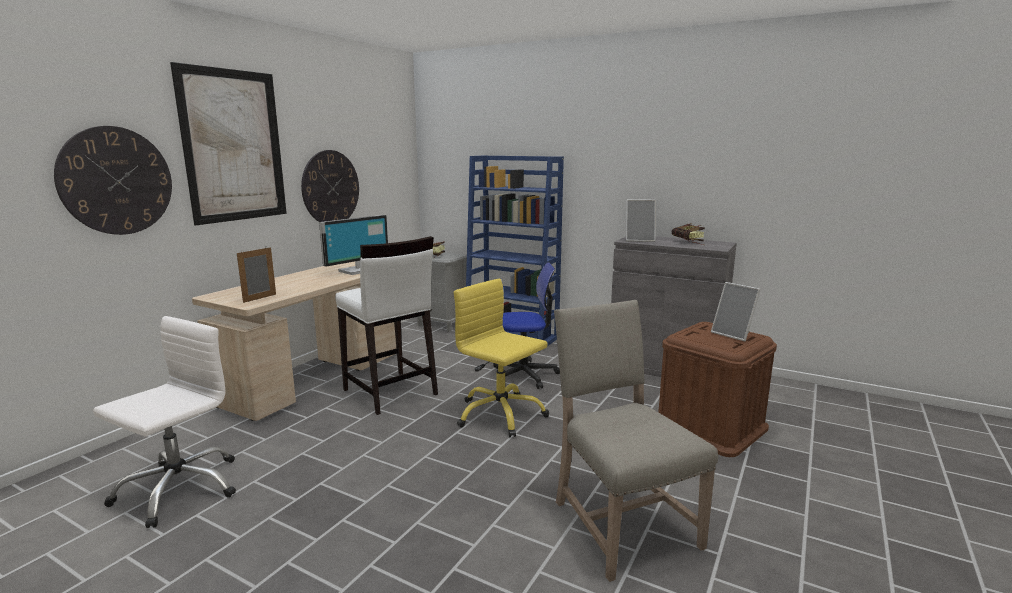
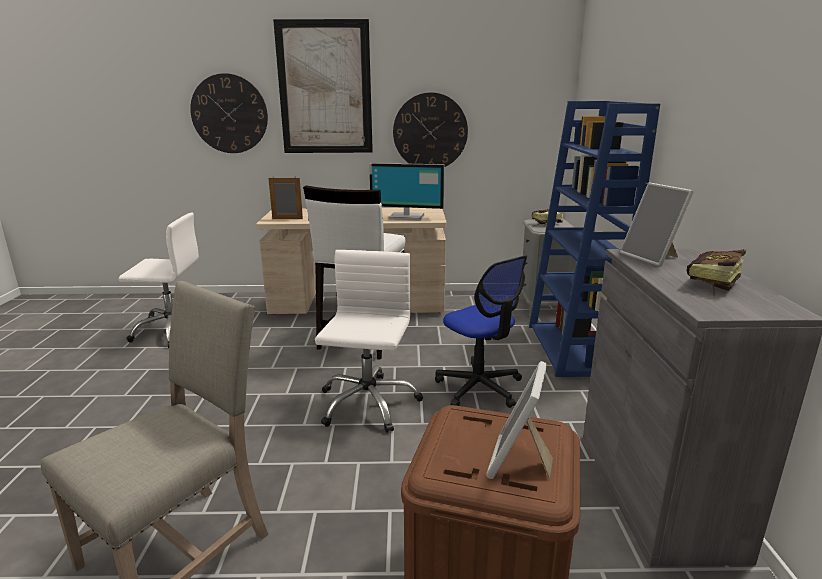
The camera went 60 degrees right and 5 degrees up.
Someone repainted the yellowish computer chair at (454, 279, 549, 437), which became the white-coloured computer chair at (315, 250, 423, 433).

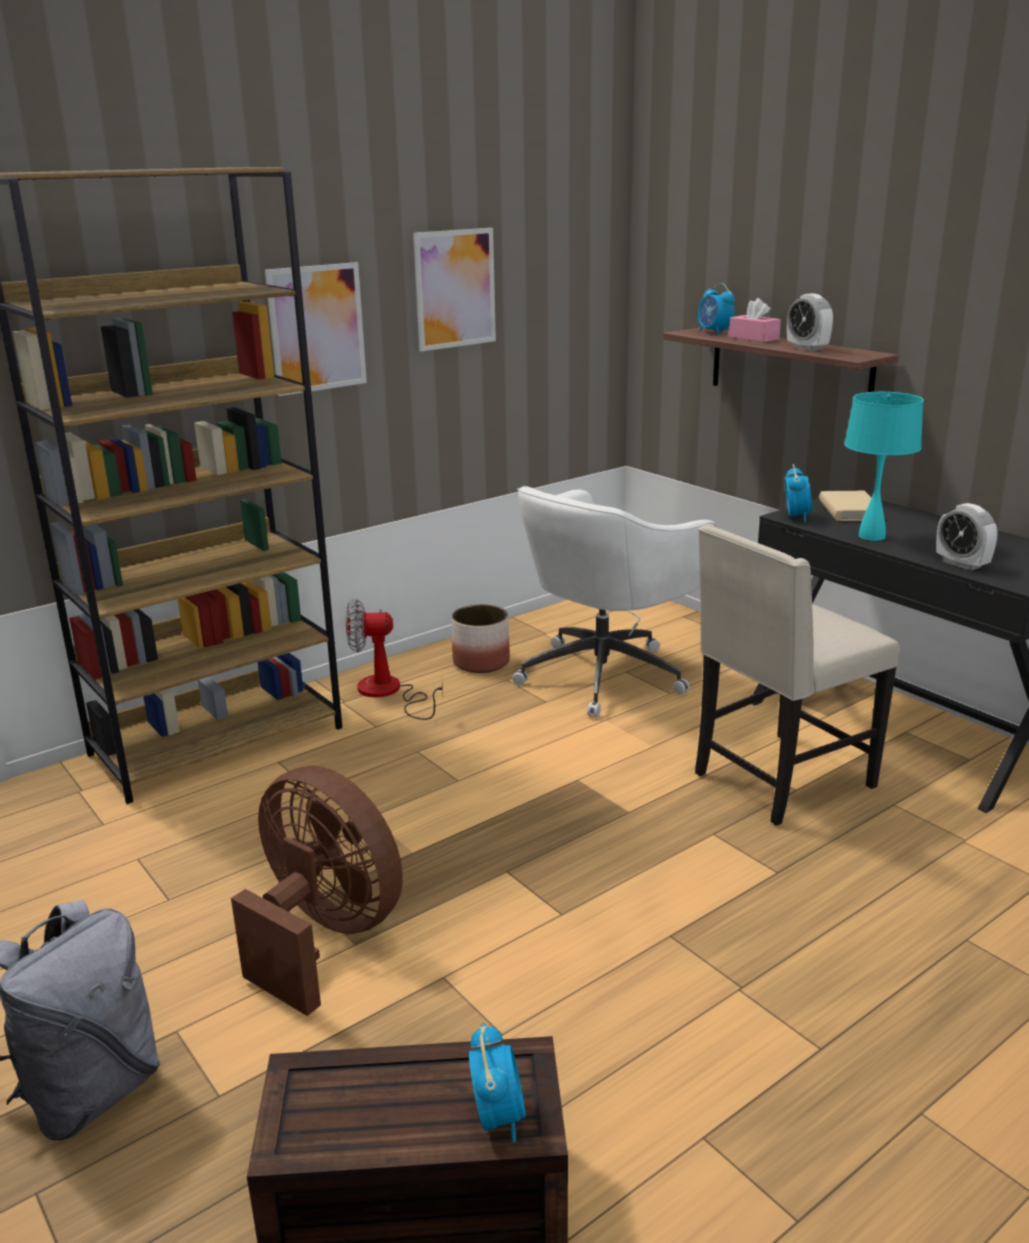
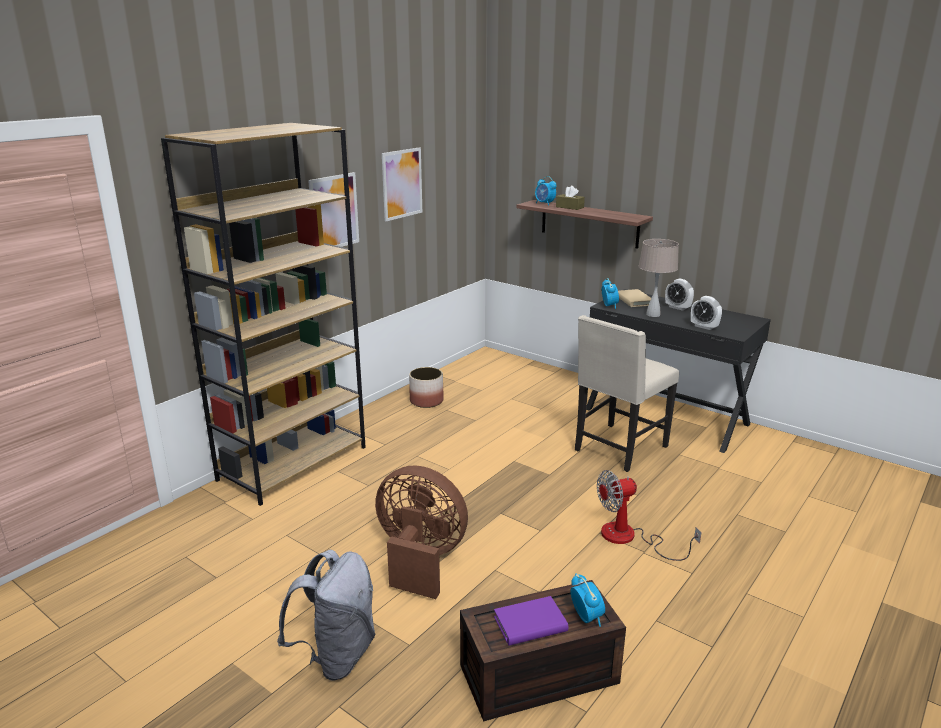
The camera went 15 degrees left and 0 degrees up.
Someone put down the purplish bound book at (494, 596, 568, 646).
Someone repainted the pinkish tissue holder at (729, 298, 781, 342), which became the brownish tissue holder at (556, 186, 585, 210).
Someone carried the cooling fan from (346, 598, 443, 720) to (597, 470, 701, 561).
Someone repainted the turquoise-coloured table lamp at (844, 392, 924, 541), which became the sand-coloured table lamp at (638, 239, 679, 317).
Someone carried the alarm clock from (787, 294, 833, 351) to (665, 279, 694, 311).
Someone took away the white-coloured computer chair at (512, 486, 718, 718).

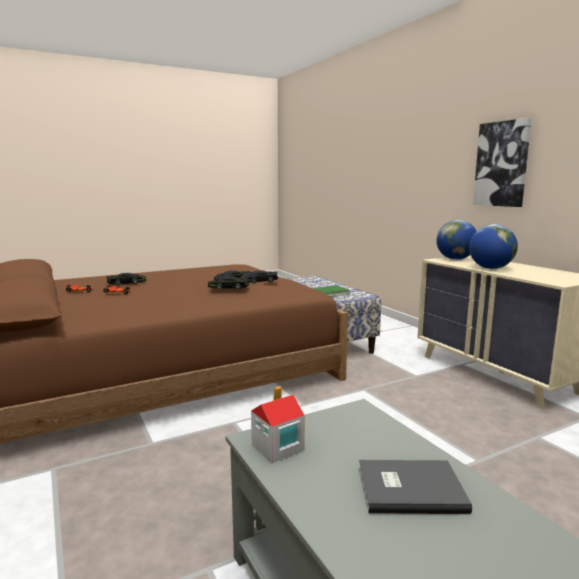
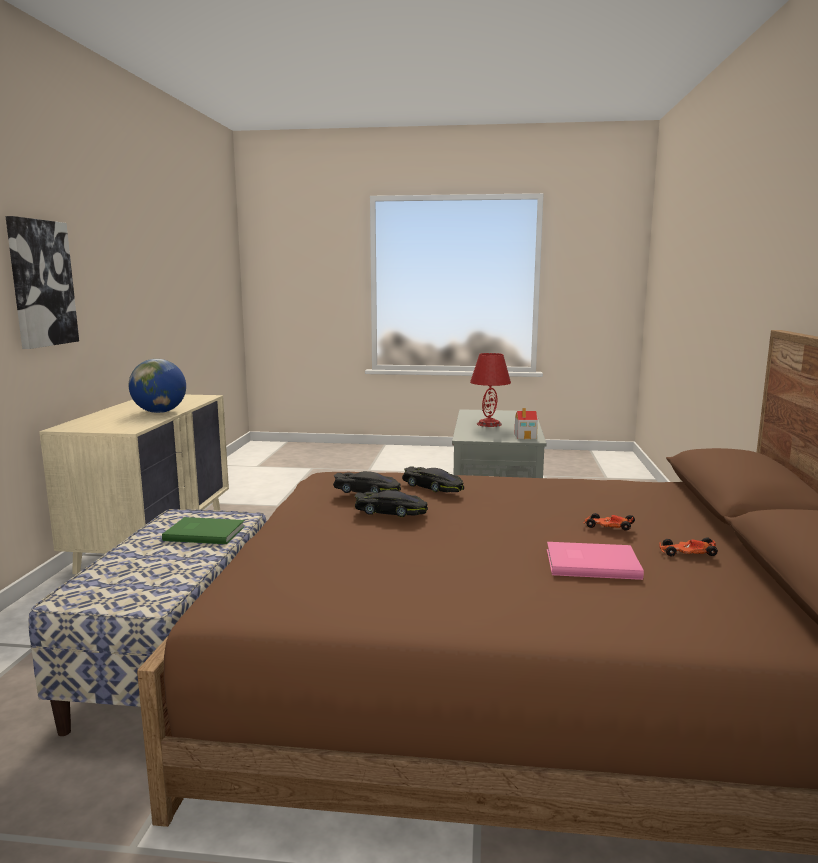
The camera went 145 degrees left and 0 degrees up.
Someone swapped the grey bound book at (359, 460, 472, 514) for the red table lamp at (470, 353, 511, 427).
Someone swapped the black-coloured model car at (106, 273, 146, 285) for the pinkish bound book at (547, 542, 644, 580).
Someone took away the world globe at (436, 220, 476, 260).

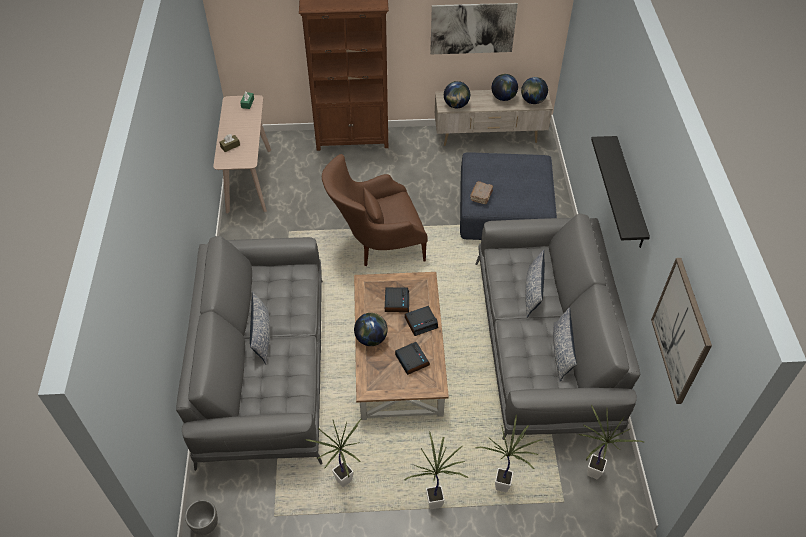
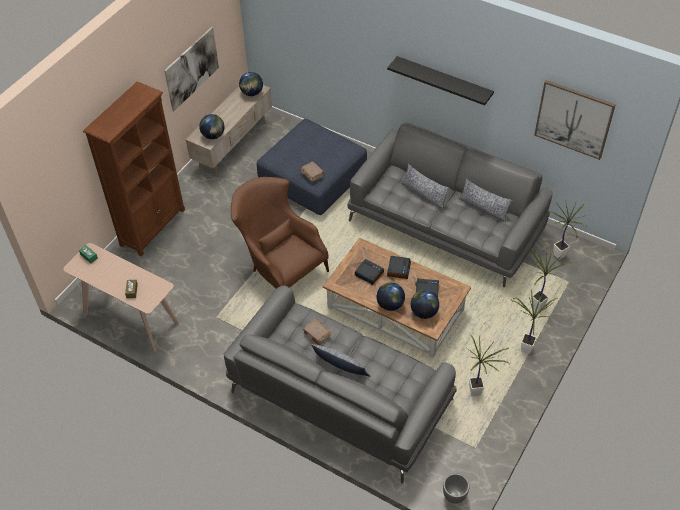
The camera went 55 degrees left and 0 degrees up.
Someone rotated the brownish easy chair at (322, 154, 428, 266) by 120 degrees clockwise.
Someone put down the brownish bound book at (303, 319, 331, 345).
Someone carried the world globe from (492, 74, 518, 101) to (411, 290, 439, 319).

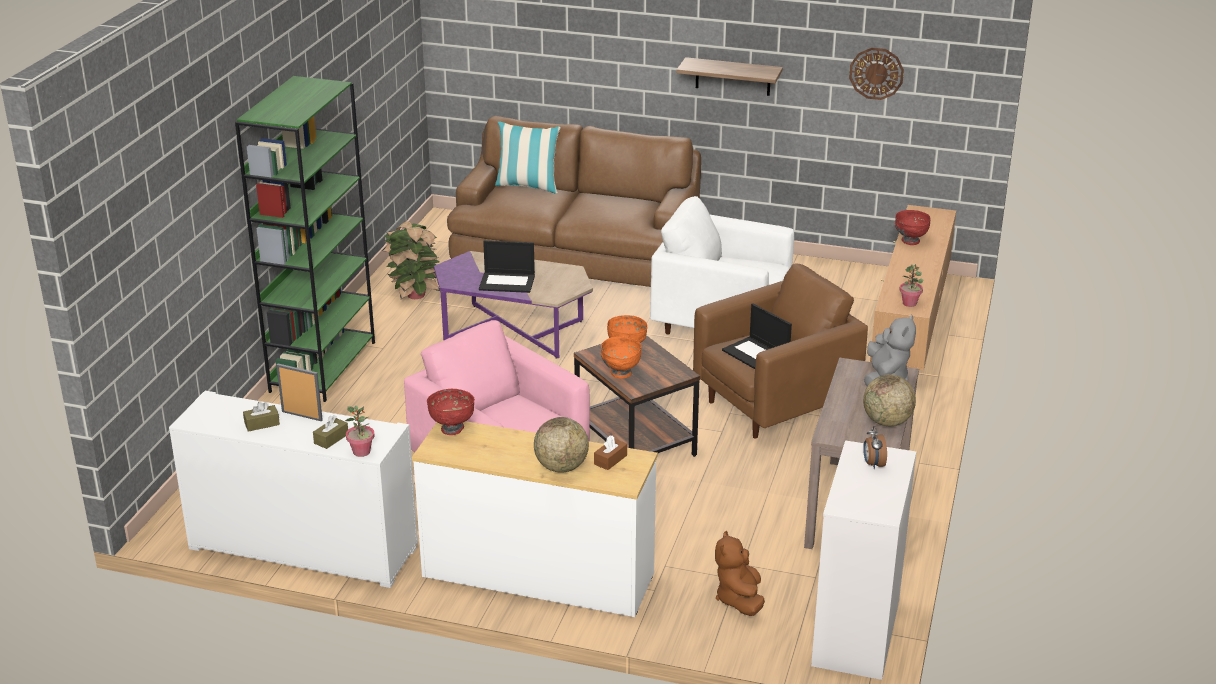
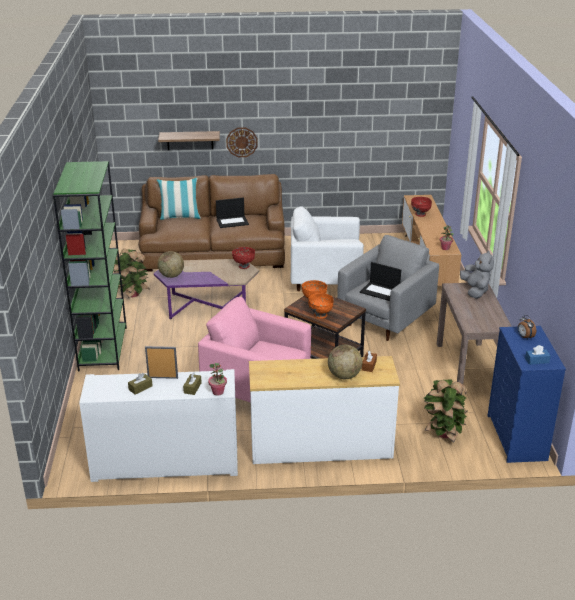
The camera went 20 degrees left and 0 degrees up.
Someone carried the shelf from (676, 57, 783, 96) to (158, 131, 220, 150).
Someone carried the world globe from (863, 374, 916, 426) to (158, 251, 184, 278).
Someone carried the notebook computer from (479, 240, 535, 293) to (216, 197, 249, 228).
Someone carried the clock on the wall from (849, 48, 904, 100) to (226, 127, 258, 157).
Someone carried the red serving bowl from (427, 389, 475, 435) to (232, 247, 255, 269).
Someone repainted the brownish easy chair at (693, 263, 868, 438), which became the grey easy chair at (337, 235, 439, 341).
Someone swapped the brownish soft toy at (715, 531, 765, 616) for the plant in a pot at (424, 379, 467, 442).
Someone repainted the white-coloured chest of drawers at (811, 440, 916, 680), which became the blue-coloured chest of drawers at (487, 326, 566, 463).
Someone put down the blue-coloured tissue holder at (525, 345, 551, 365).

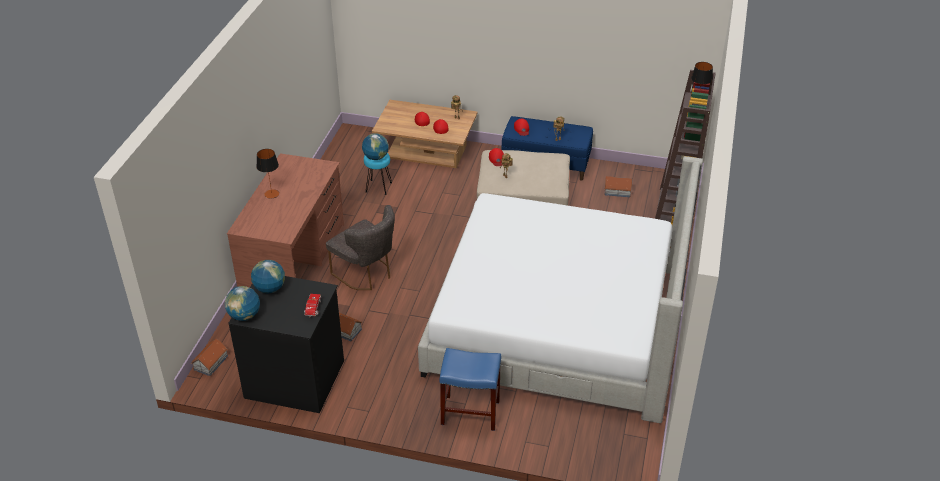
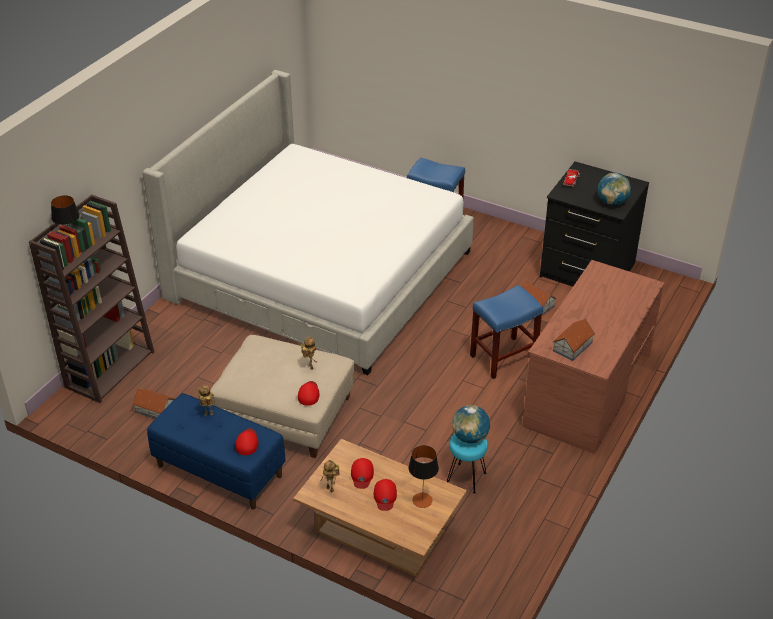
The camera went 165 degrees left and 0 degrees up.
Someone carried the table lamp from (256, 149, 279, 198) to (409, 445, 439, 508).
Someone swapped the grey chair at (326, 205, 395, 290) for the blue-coloured sitting stool at (470, 285, 543, 379).
Someone carried the toy house from (191, 338, 228, 376) to (553, 319, 595, 361).
Someone took away the world globe at (225, 286, 260, 321).

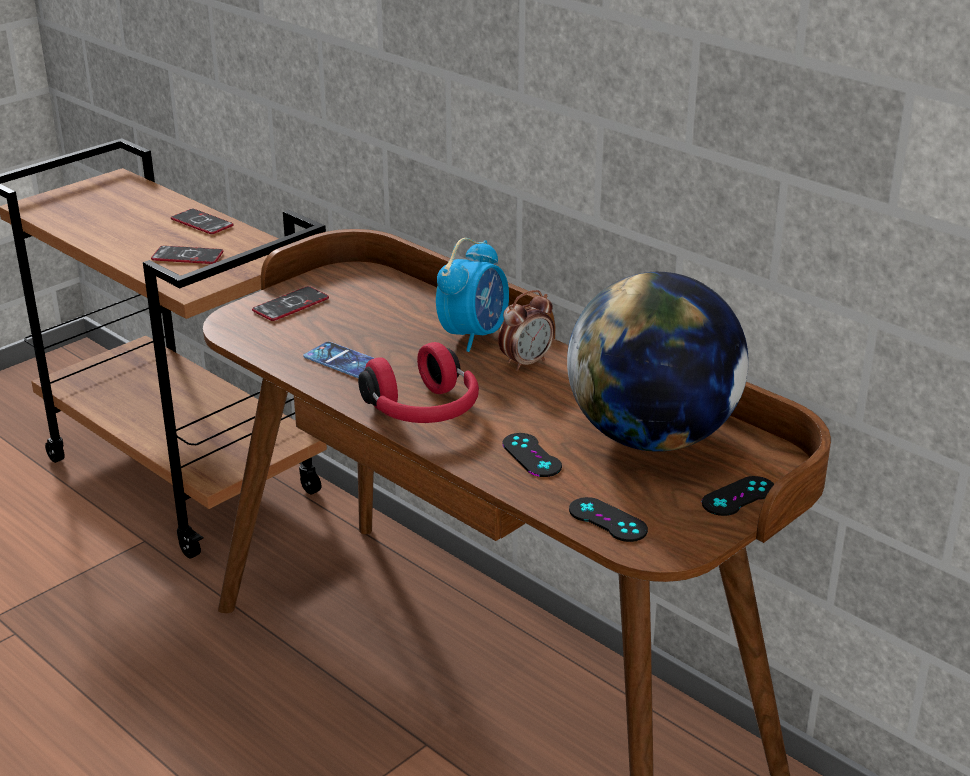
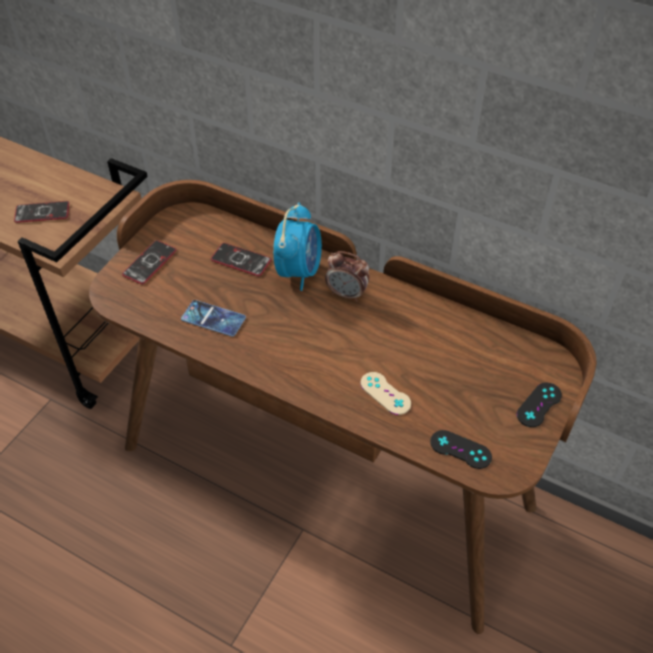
The camera went 15 degrees left and 20 degrees up.
Someone carried the telephone from (171, 209, 234, 234) to (211, 243, 271, 276).
Someone rotated the alarm clock at (498, 290, 555, 371) by 75 degrees clockwise.
Someone repainted the black-coloured joypad at (502, 433, 562, 477), which became the sand-coloured joypad at (360, 372, 411, 415).
Someone took away the red headphones at (358, 342, 479, 423).
Someone took away the world globe at (567, 272, 749, 452).

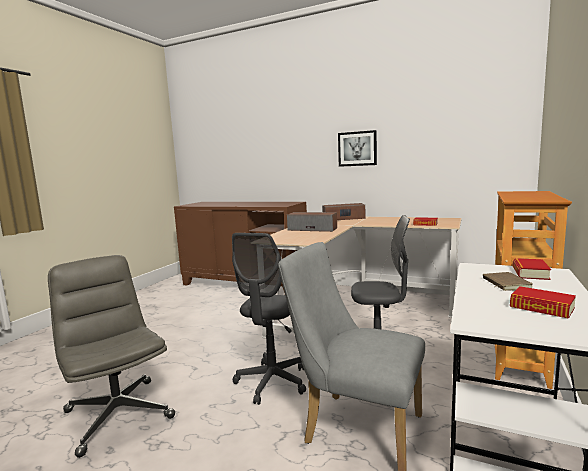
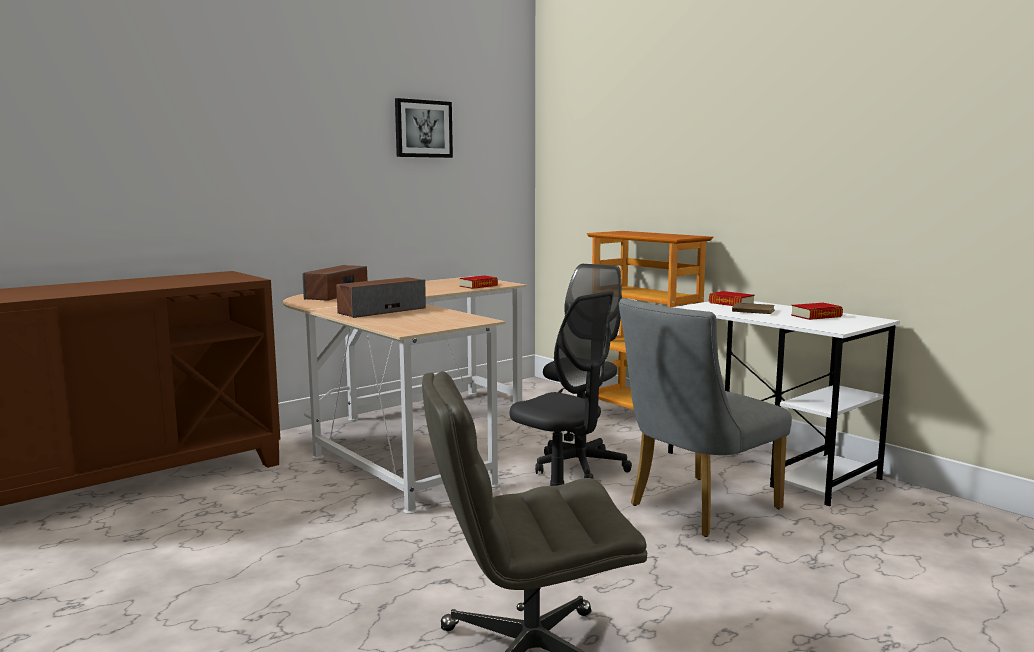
The camera went 65 degrees left and 0 degrees up.
Someone carried the wall art from (338, 130, 377, 167) to (395, 98, 453, 158).

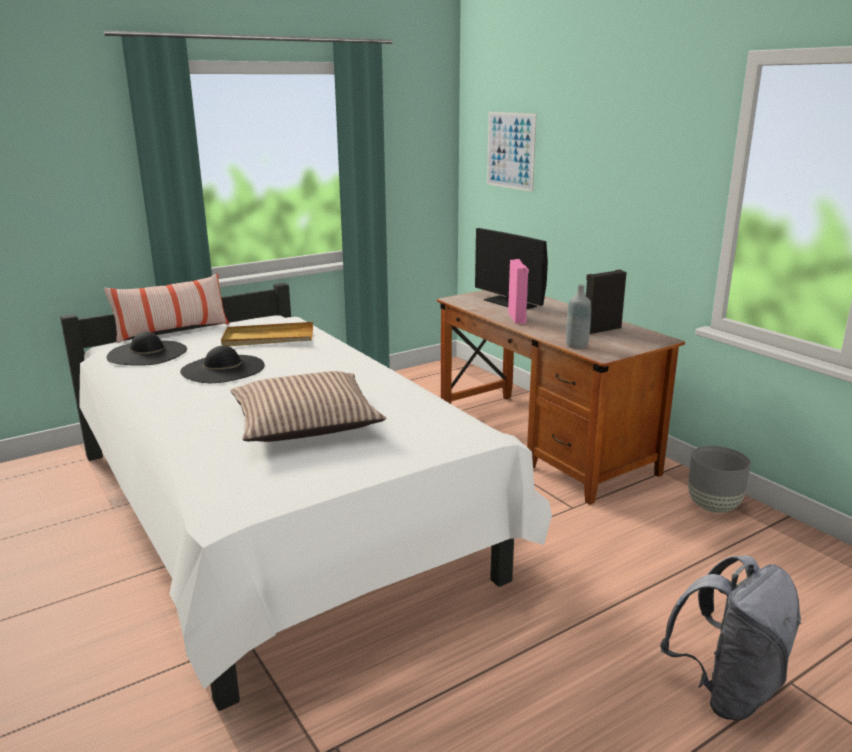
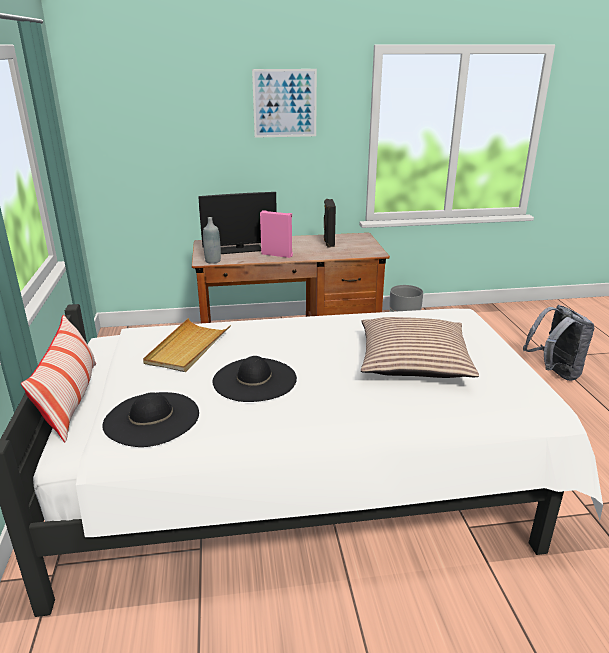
The camera went 65 degrees left and 5 degrees up.
Someone carried the grey bottle from (566, 284, 591, 349) to (203, 217, 221, 264).
Someone carried the wall art from (487, 112, 537, 192) to (252, 69, 317, 138).

